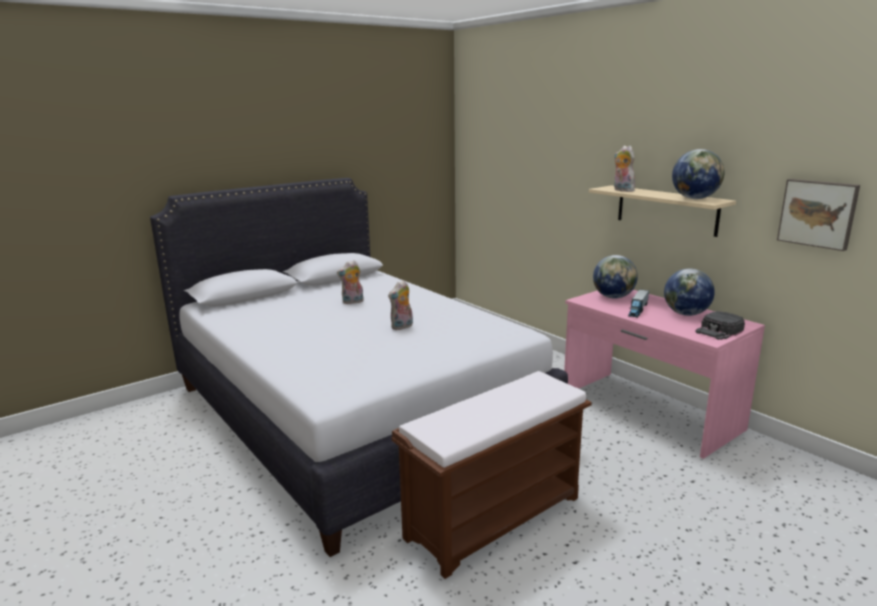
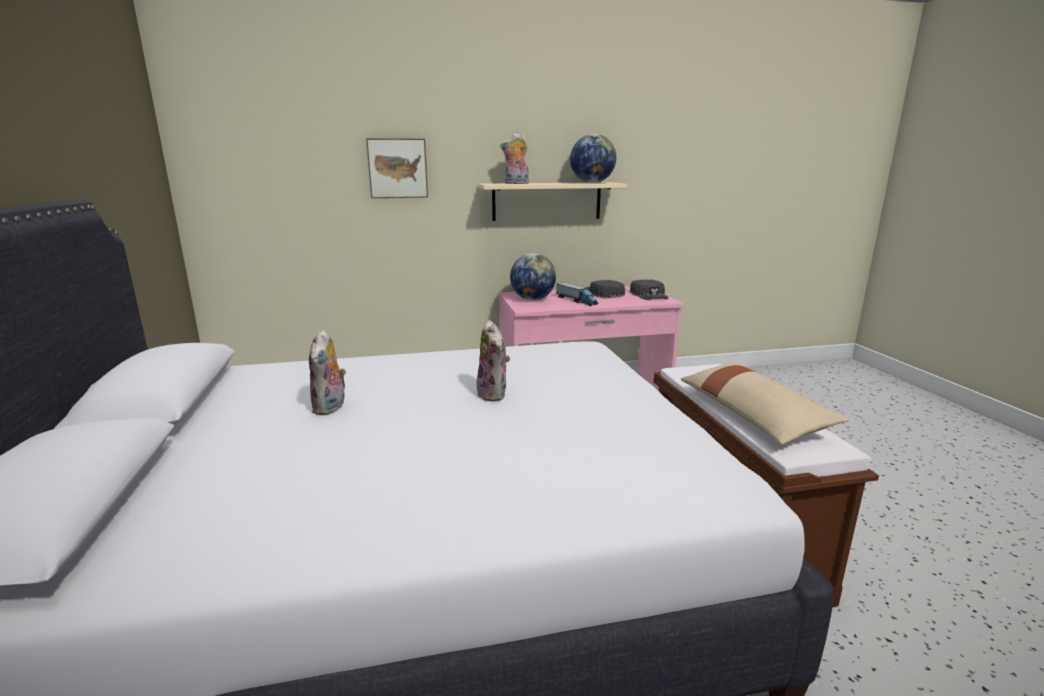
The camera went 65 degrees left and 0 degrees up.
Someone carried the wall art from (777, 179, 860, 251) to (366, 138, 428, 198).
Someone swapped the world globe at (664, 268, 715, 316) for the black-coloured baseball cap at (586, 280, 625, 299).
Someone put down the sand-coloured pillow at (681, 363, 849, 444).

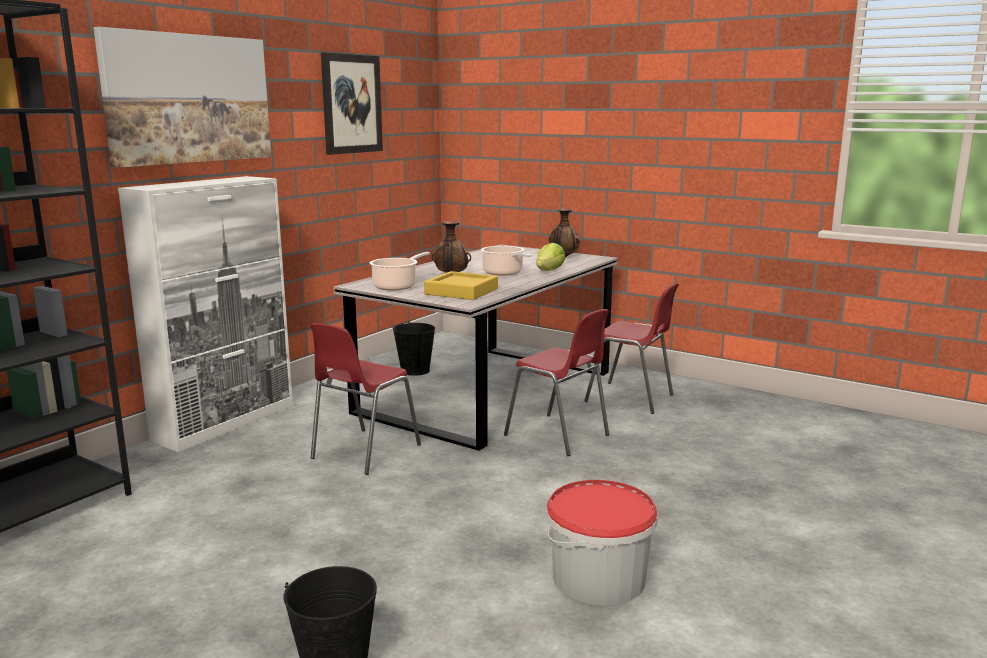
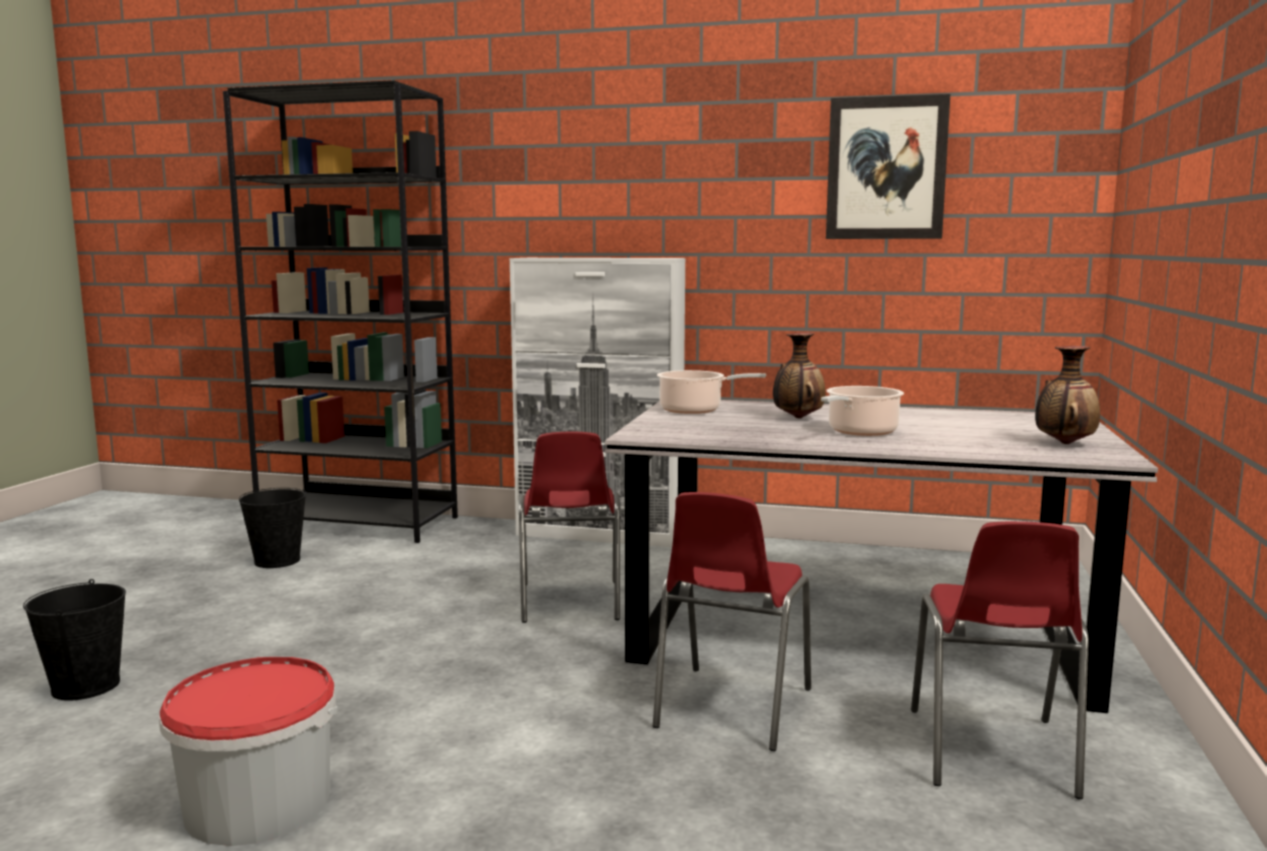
The camera went 70 degrees right and 5 degrees down.
Someone carried the black-coloured pail from (393, 321, 435, 376) to (239, 488, 306, 568).
Someone rotated the red chair at (311, 323, 421, 475) by 105 degrees counterclockwise.
Someone took away the wall art at (93, 27, 271, 168).
Someone took away the yellowish serving tray at (424, 271, 498, 300).
Someone took away the head of lettuce at (536, 243, 565, 271).

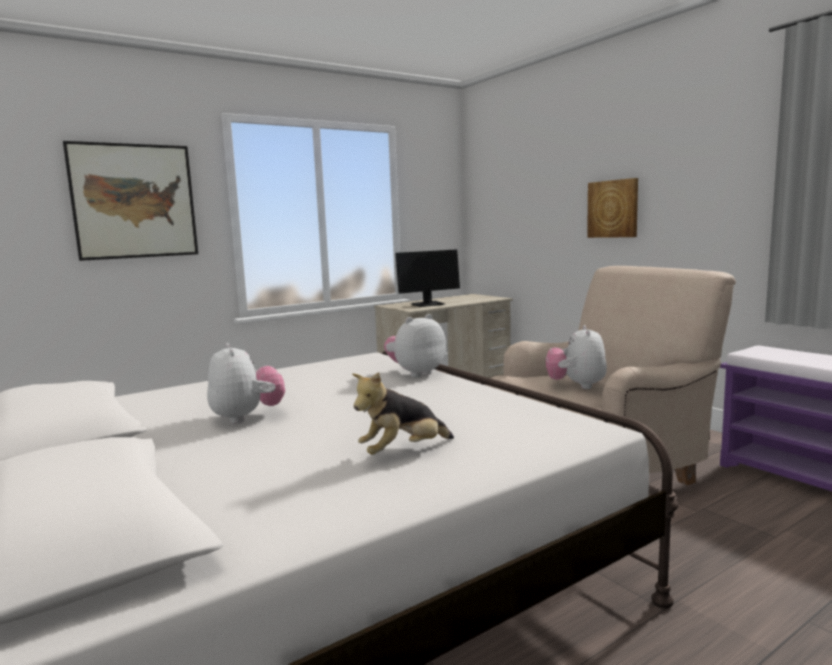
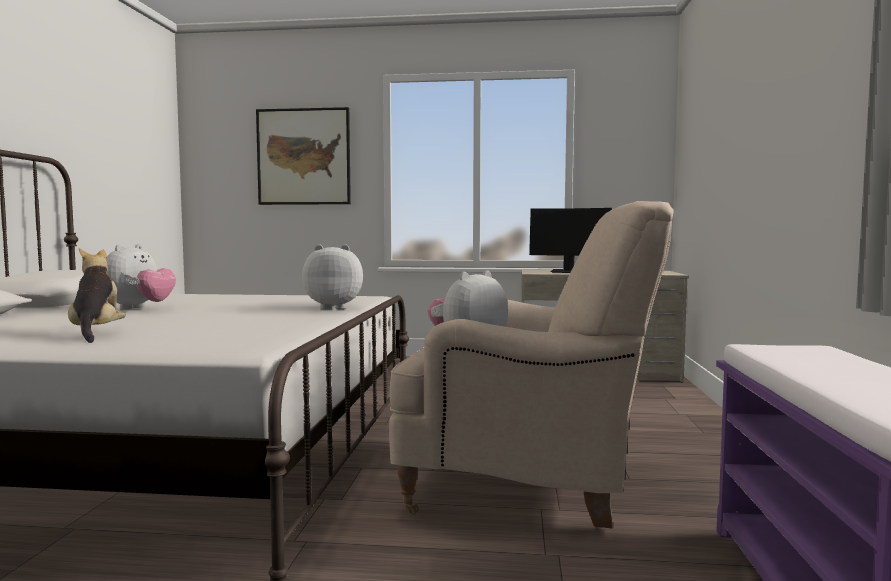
The camera went 40 degrees right and 5 degrees down.
Someone rotated the soft toy at (352, 372, 454, 455) by 60 degrees clockwise.
Someone took away the wall art at (587, 178, 638, 238).

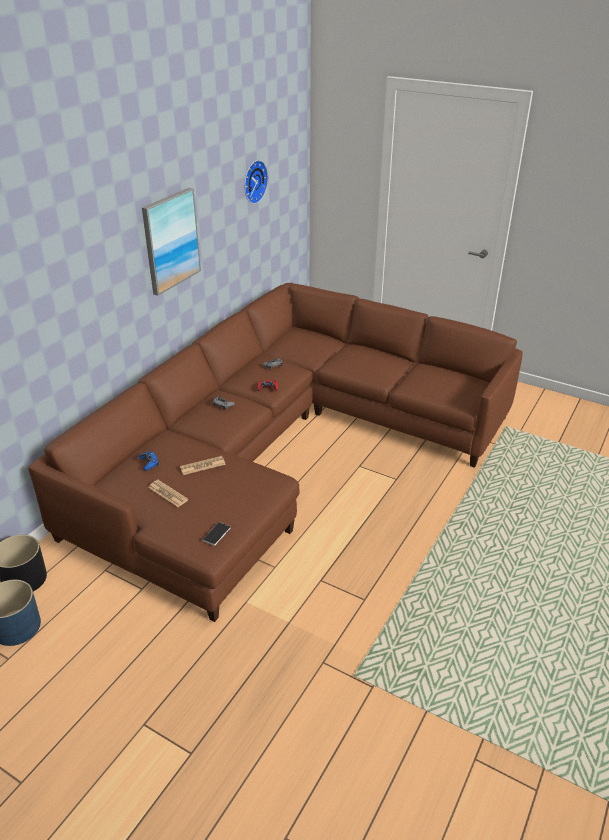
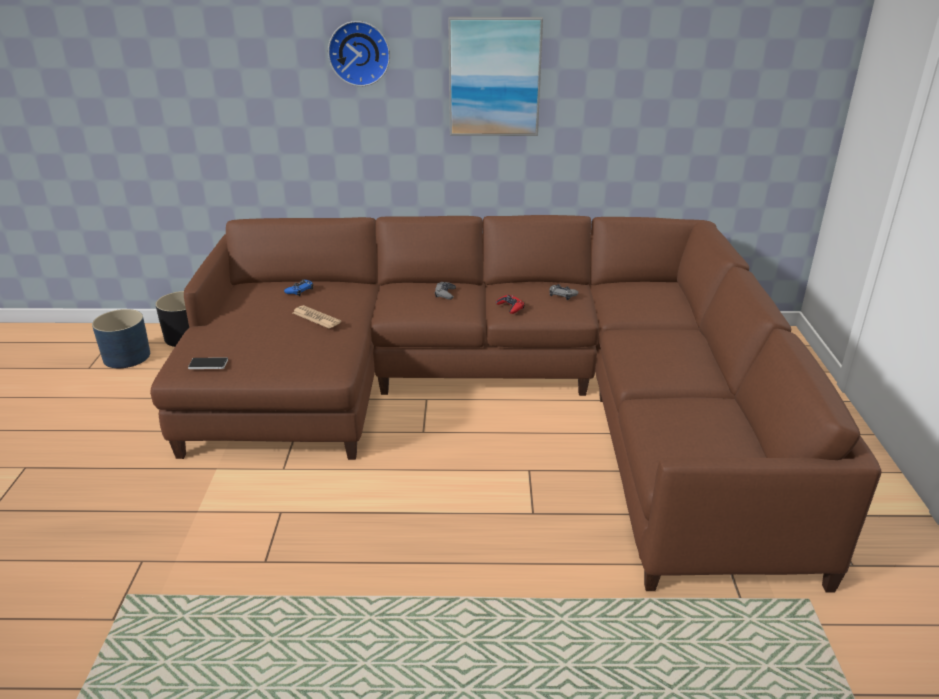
The camera went 60 degrees right and 5 degrees down.
Someone carried the clock on the wall from (244, 160, 268, 204) to (328, 21, 390, 86).
Someone took away the daily paper at (148, 480, 188, 507).

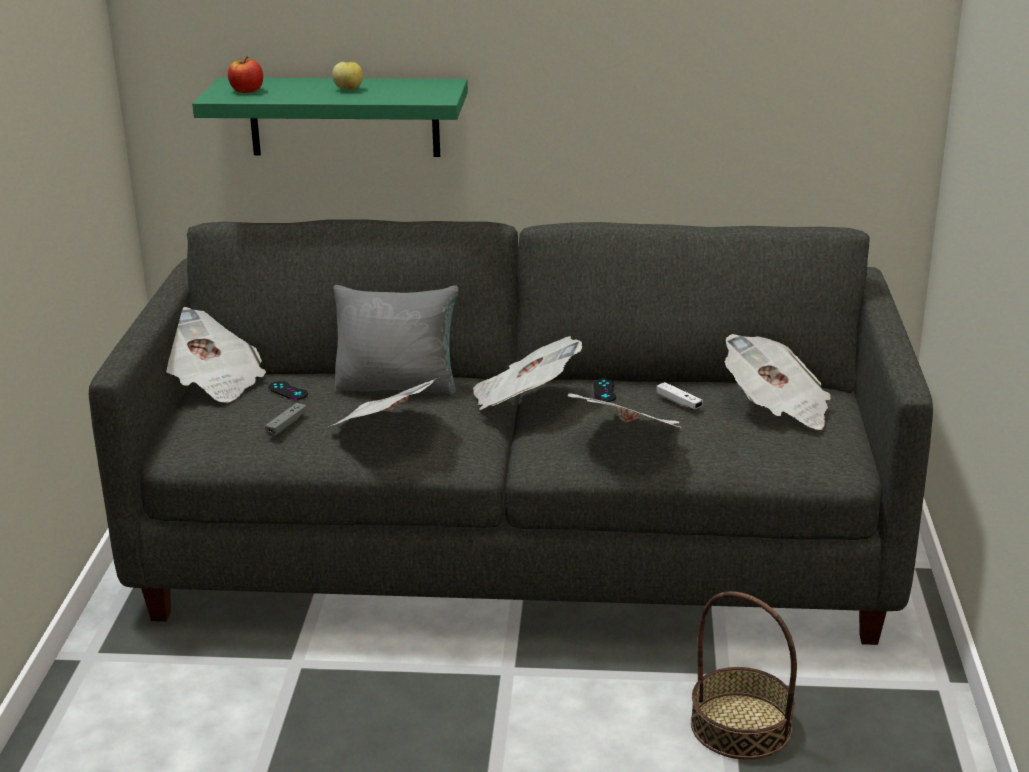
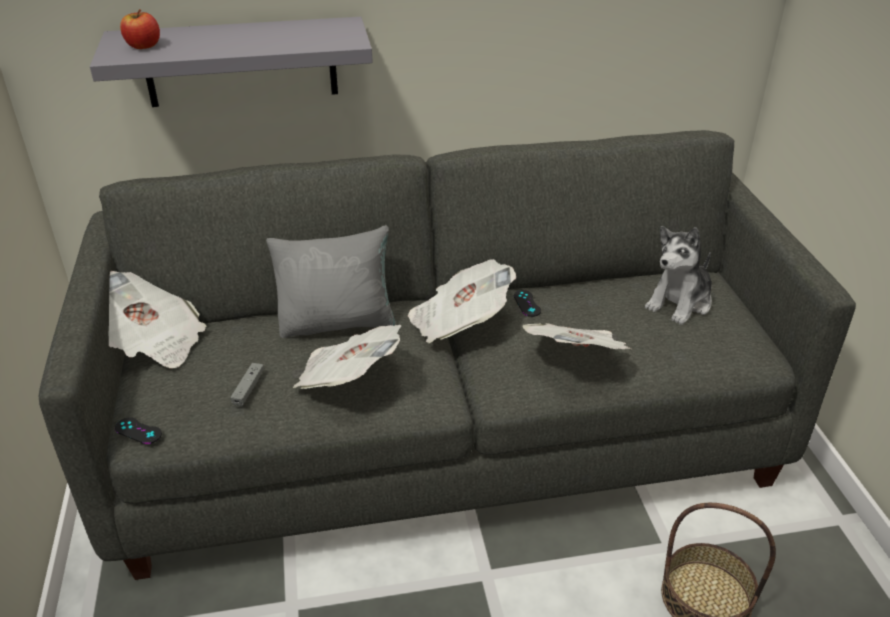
The camera went 15 degrees left and 10 degrees up.
Someone repainted the green-coloured shelf at (192, 78, 468, 157), which became the grey shelf at (90, 17, 373, 107).
Someone carried the black-coloured joypad from (268, 381, 308, 400) to (115, 418, 162, 444).
Someone swapped the daily paper at (724, 334, 831, 430) for the soft toy at (645, 226, 712, 325).
Someone took away the whole apple at (332, 62, 363, 90).
Someone took away the white-coloured joypad at (656, 382, 703, 409).

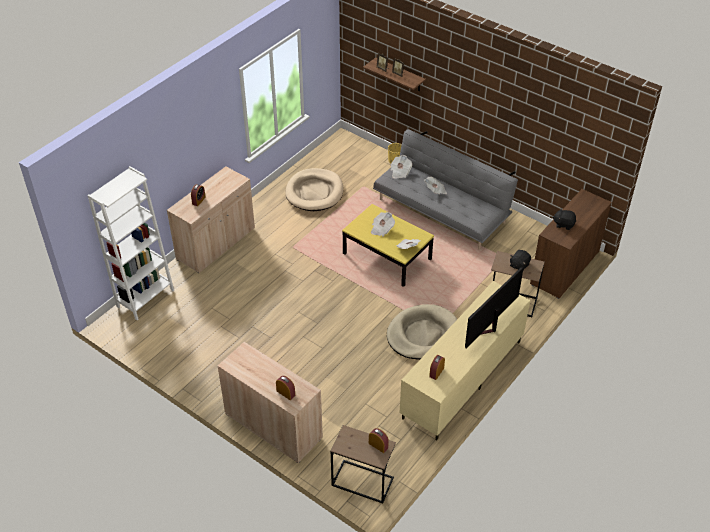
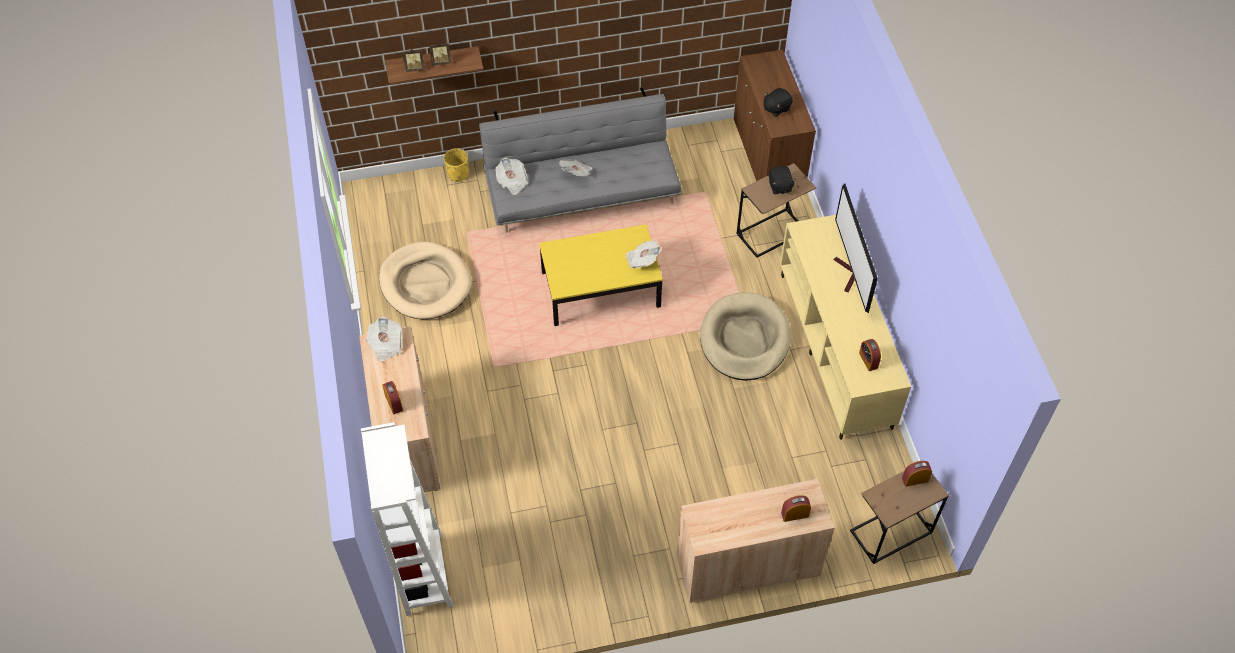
The camera went 50 degrees left and 10 degrees up.
Someone carried the daily paper from (371, 212, 395, 236) to (366, 317, 403, 362).

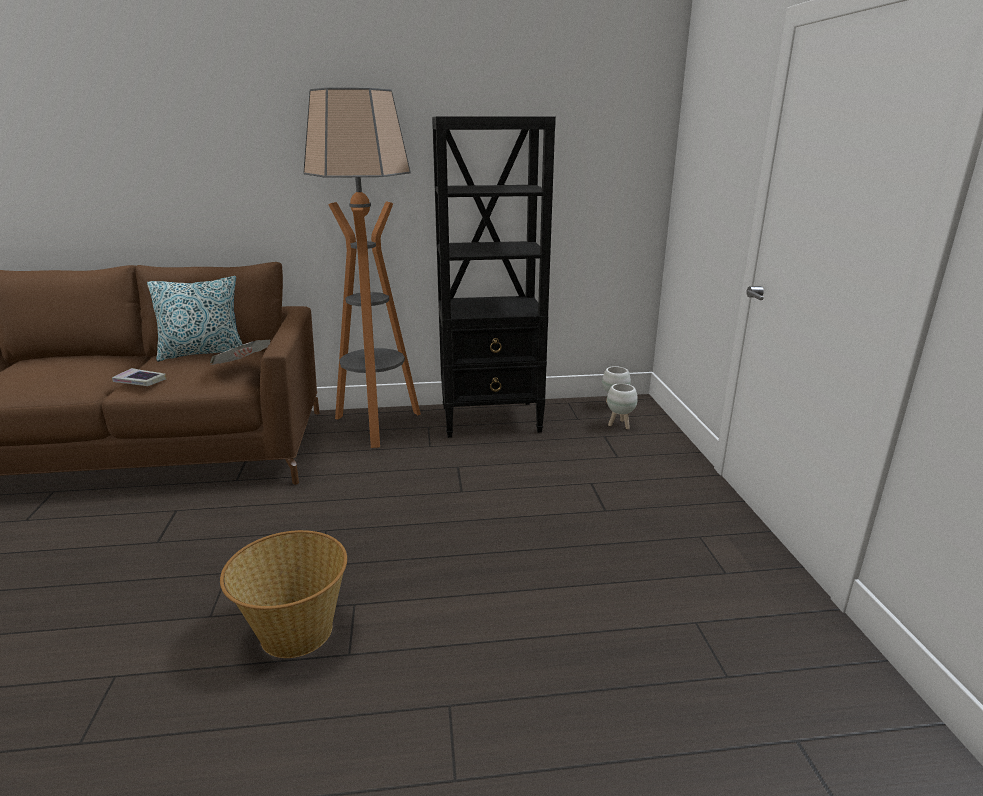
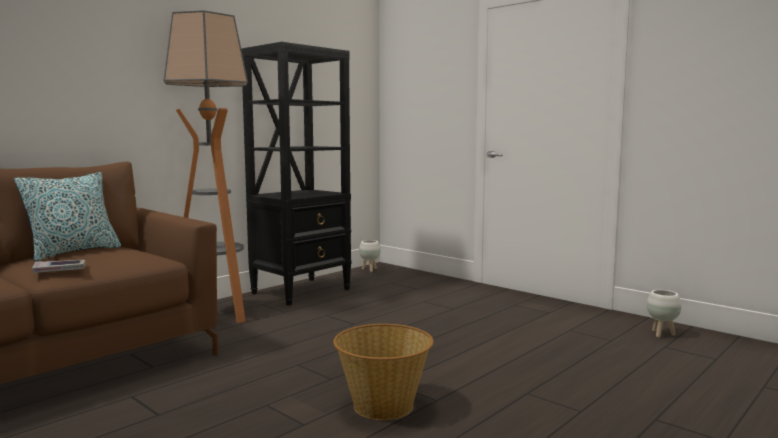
The camera went 40 degrees left and 15 degrees down.
Someone carried the white-coloured plant pot from (607, 383, 638, 429) to (647, 290, 681, 338).
Someone took away the daily paper at (210, 340, 271, 365).

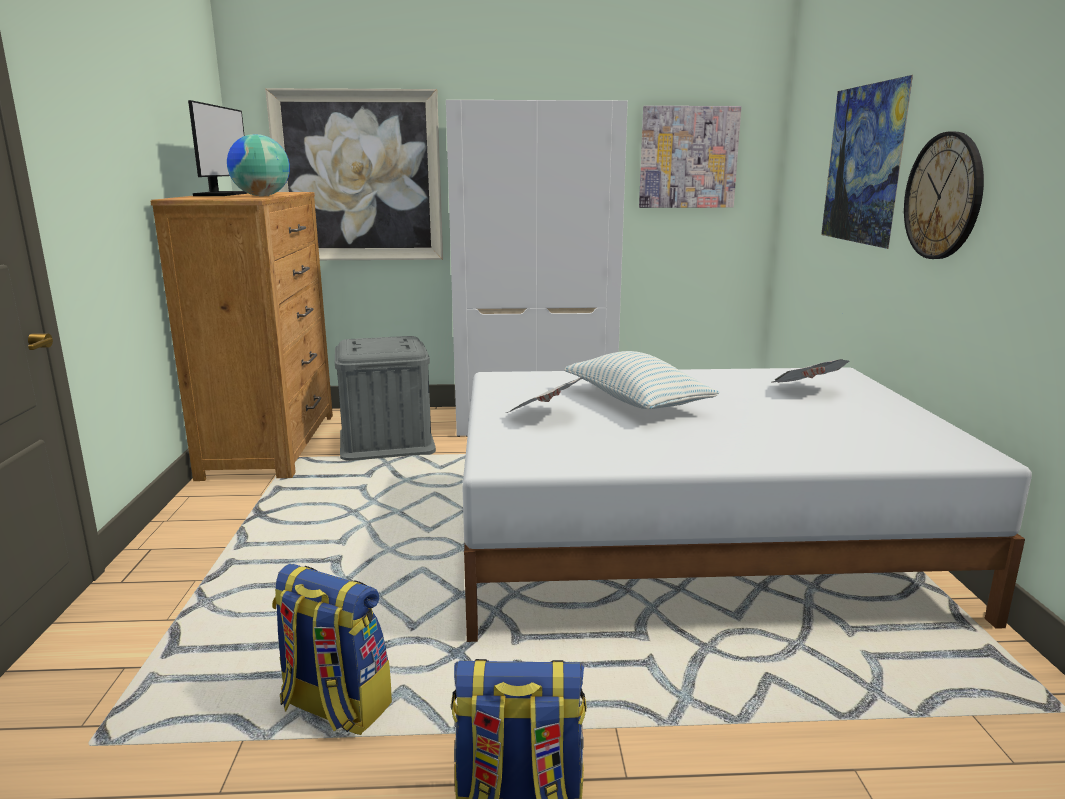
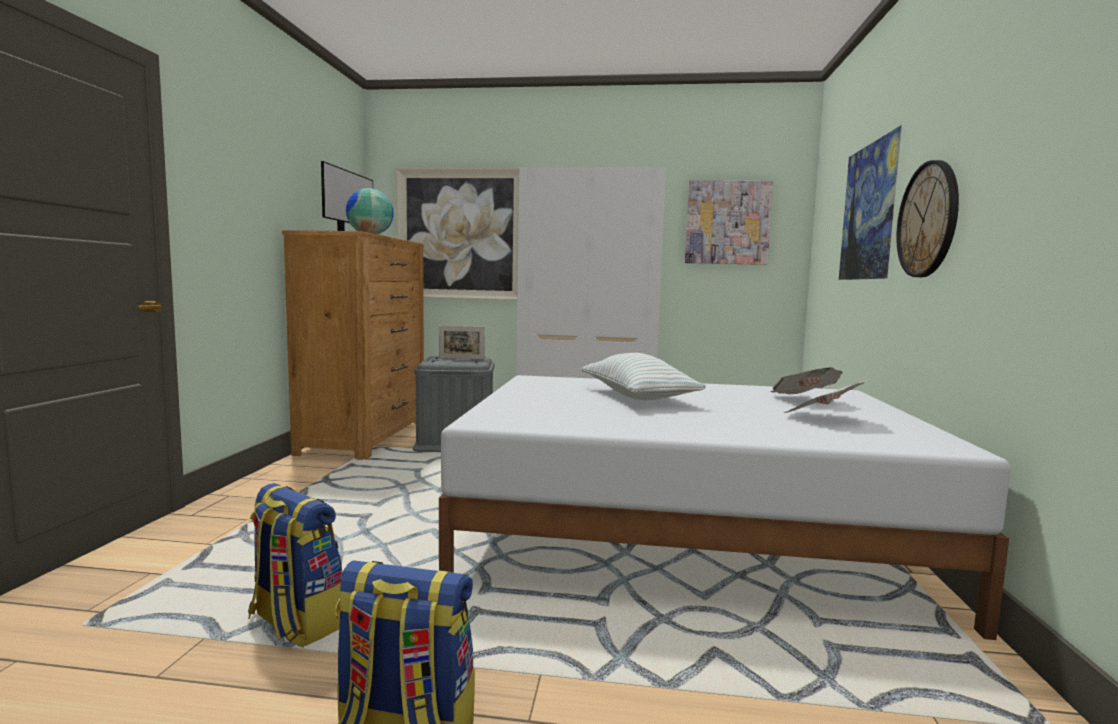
The camera went 10 degrees right and 10 degrees down.
Someone put down the photo frame at (439, 326, 485, 359).
Someone carried the daily paper from (506, 378, 583, 413) to (784, 380, 867, 413).

